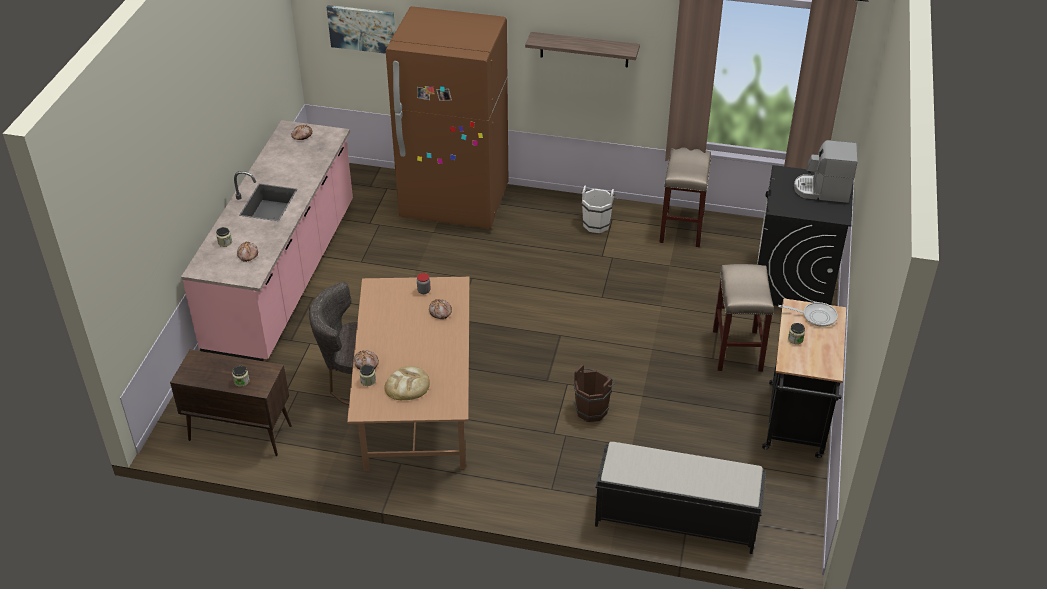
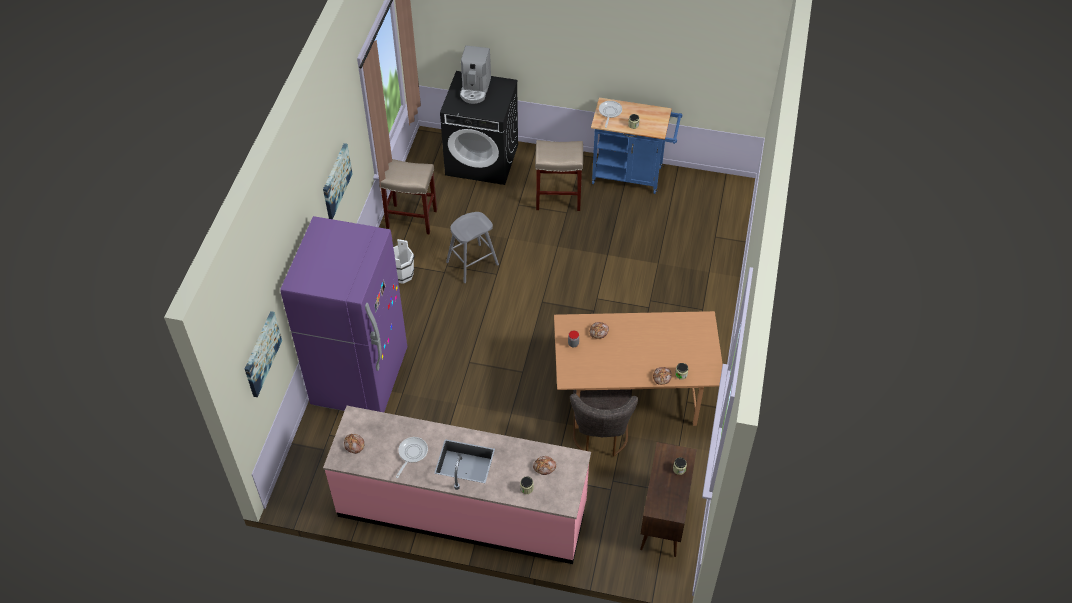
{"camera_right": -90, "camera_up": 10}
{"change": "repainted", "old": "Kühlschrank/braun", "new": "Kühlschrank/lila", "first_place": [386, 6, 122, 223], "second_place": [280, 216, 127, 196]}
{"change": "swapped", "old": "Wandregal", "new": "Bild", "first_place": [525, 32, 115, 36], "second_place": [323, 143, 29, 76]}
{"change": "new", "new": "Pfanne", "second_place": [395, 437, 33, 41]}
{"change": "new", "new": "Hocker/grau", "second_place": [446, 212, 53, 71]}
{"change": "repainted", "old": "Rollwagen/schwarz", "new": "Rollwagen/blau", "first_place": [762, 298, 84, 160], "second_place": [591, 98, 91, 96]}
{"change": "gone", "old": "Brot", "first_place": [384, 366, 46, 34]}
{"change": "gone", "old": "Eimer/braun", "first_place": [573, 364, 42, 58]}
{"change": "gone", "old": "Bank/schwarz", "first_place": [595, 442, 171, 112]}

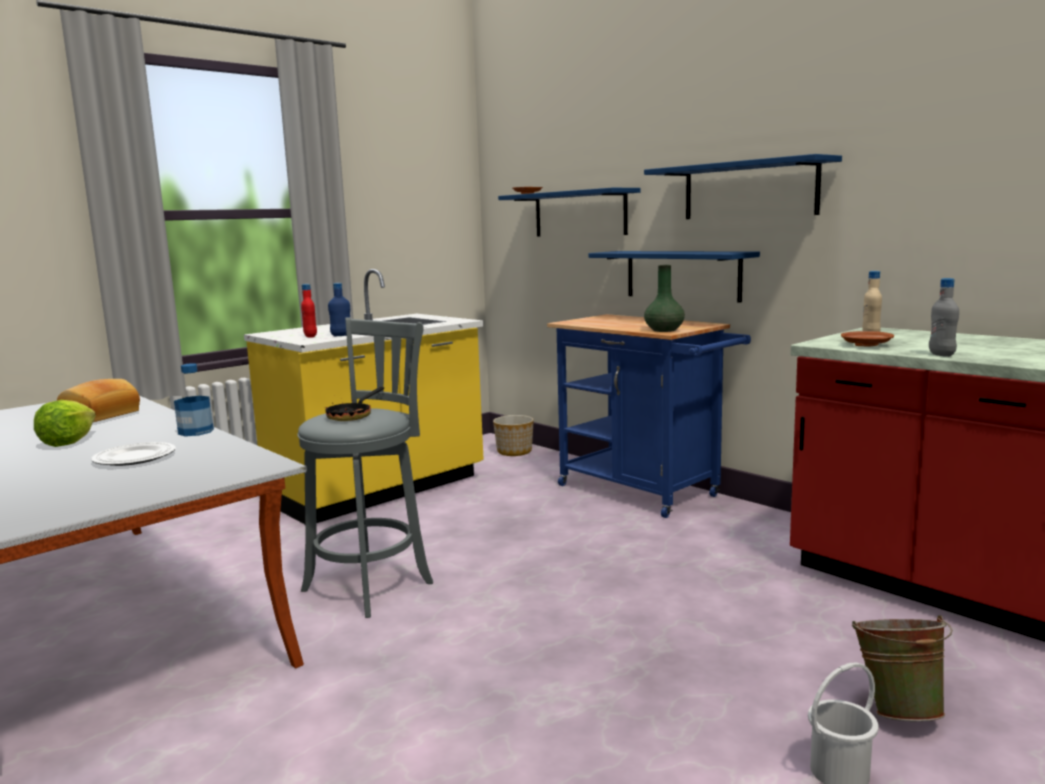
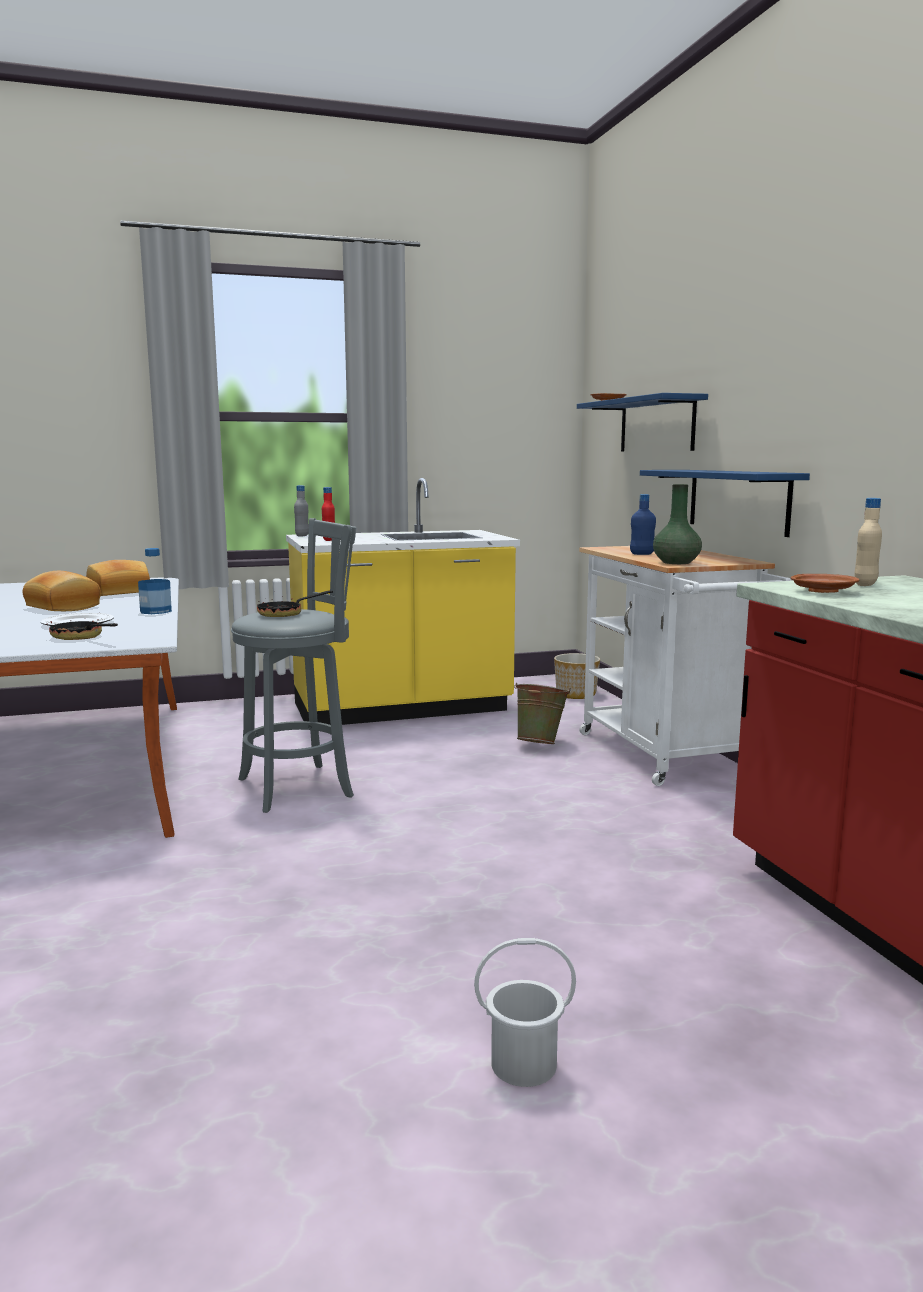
{"camera_right": 25, "camera_up": 0}
{"change": "swapped", "old": "Salatkopf", "new": "Brot", "first_place": [34, 400, 62, 47], "second_place": [23, 571, 78, 40]}
{"change": "new", "new": "Pfanne", "second_place": [49, 618, 69, 22]}
{"change": "shifted", "old": "Flasche/grau", "first_place": [929, 278, 30, 79], "second_place": [294, 485, 15, 52]}
{"change": "shifted", "old": "Eimer/grün", "first_place": [852, 615, 100, 106], "second_place": [514, 683, 57, 61]}
{"change": "repainted", "old": "Rollwagen/blau", "new": "Rollwagen/weiß", "first_place": [547, 314, 204, 204], "second_place": [579, 546, 213, 240]}
{"change": "shifted", "old": "Flasche/blau", "first_place": [328, 283, 22, 53], "second_place": [630, 494, 26, 61]}
{"change": "gone", "old": "Wandregal/blau", "first_place": [644, 154, 198, 65]}

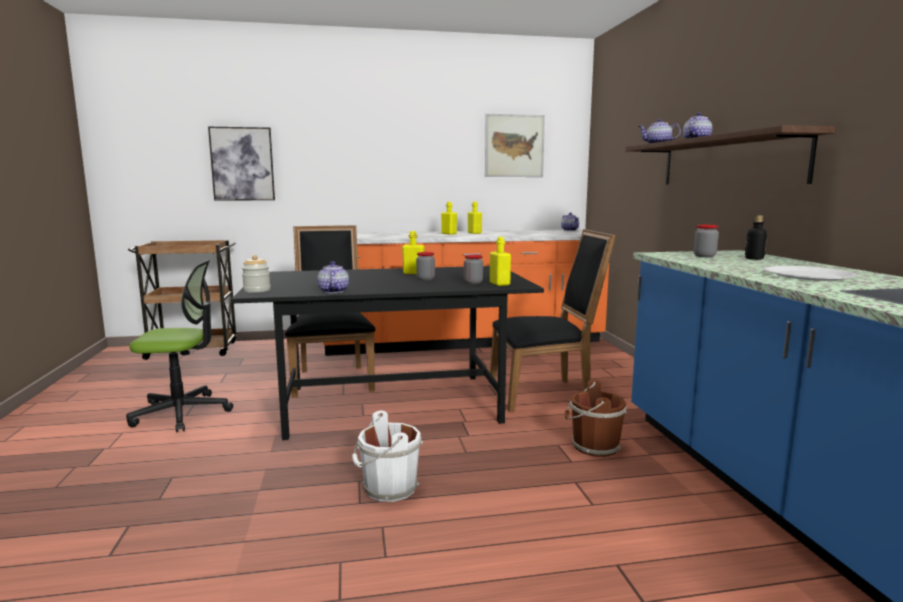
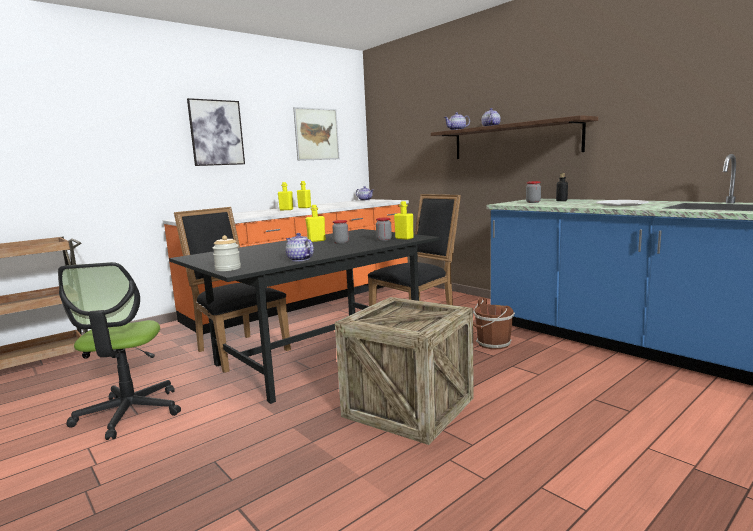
{"camera_right": -30, "camera_up": 0}
{"change": "rotated", "old": "Bürostuhl", "first_place": [126, 260, 107, 172], "second_place": [58, 262, 123, 178], "degrees": 120}
{"change": "shifted", "old": "Bild", "first_place": [208, 127, 67, 74], "second_place": [187, 98, 58, 68]}
{"change": "swapped", "old": "Eimer/weiß", "new": "Kiste", "first_place": [352, 410, 71, 92], "second_place": [335, 297, 139, 148]}

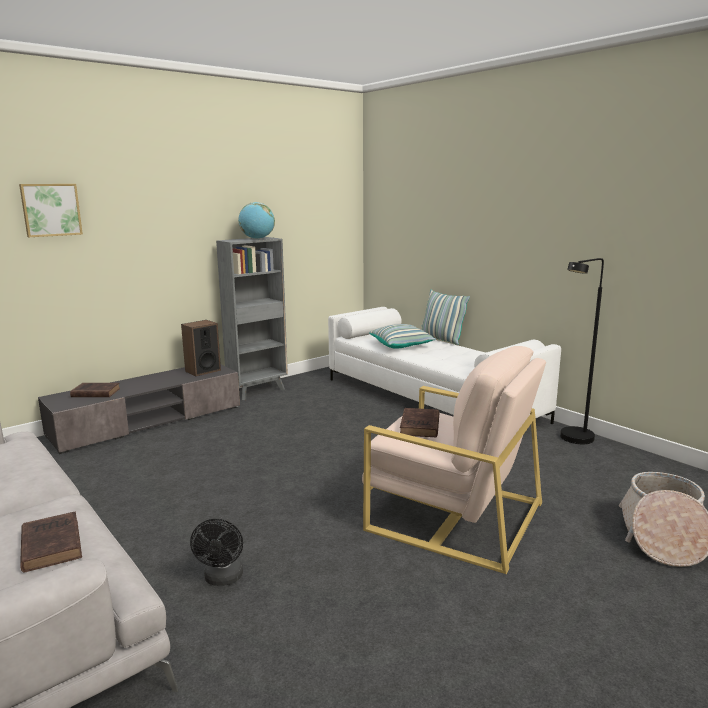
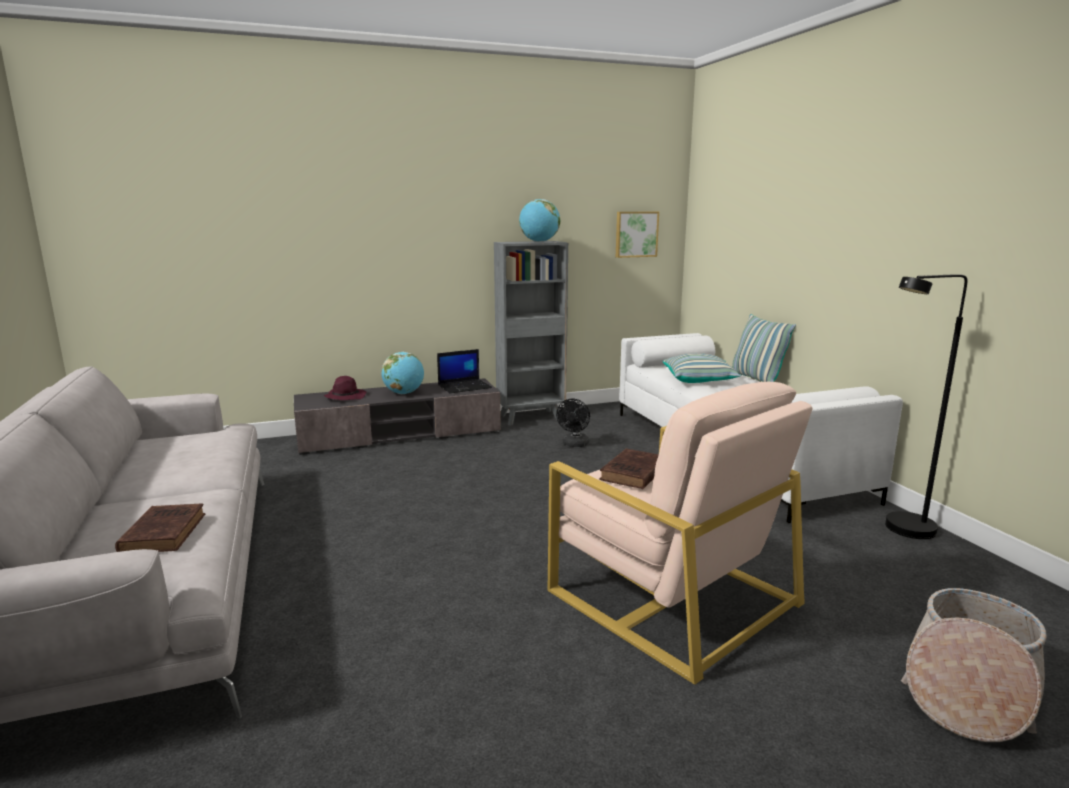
{"camera_right": 20, "camera_up": 0}
{"change": "swapped", "old": "Buch/braun", "new": "Hut/lila", "first_place": [70, 383, 50, 14], "second_place": [324, 376, 42, 24]}
{"change": "new", "new": "Globus", "second_place": [381, 352, 43, 42]}
{"change": "swapped", "old": "Lautsprecher", "new": "Laptop", "first_place": [181, 320, 40, 56], "second_place": [437, 349, 55, 45]}
{"change": "shifted", "old": "Ventilator/schwarz", "first_place": [190, 518, 53, 68], "second_place": [556, 399, 34, 48]}
{"change": "shifted", "old": "Bild", "first_place": [19, 184, 64, 53], "second_place": [616, 212, 43, 46]}

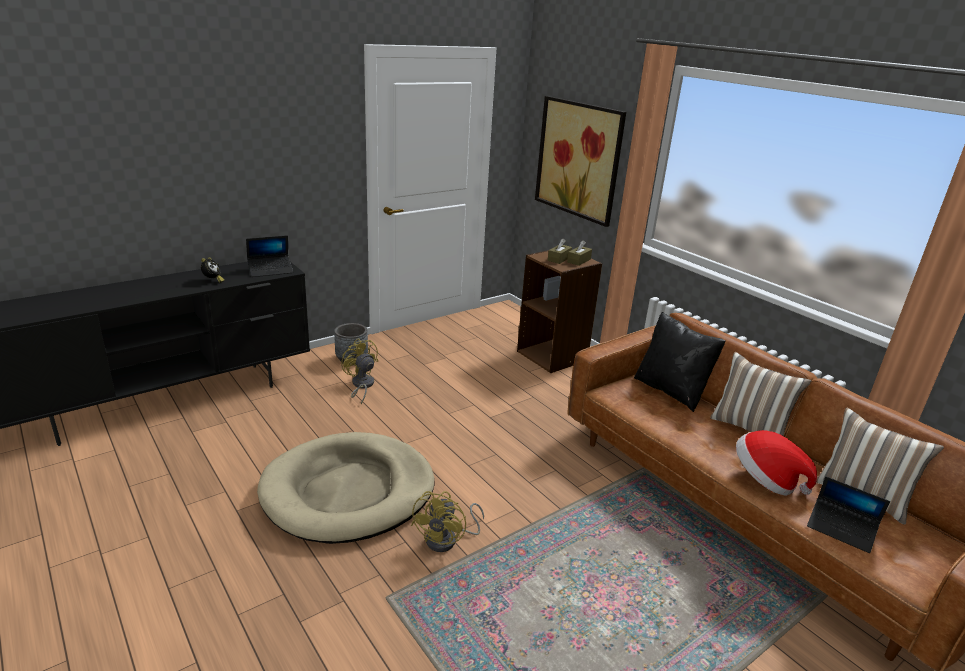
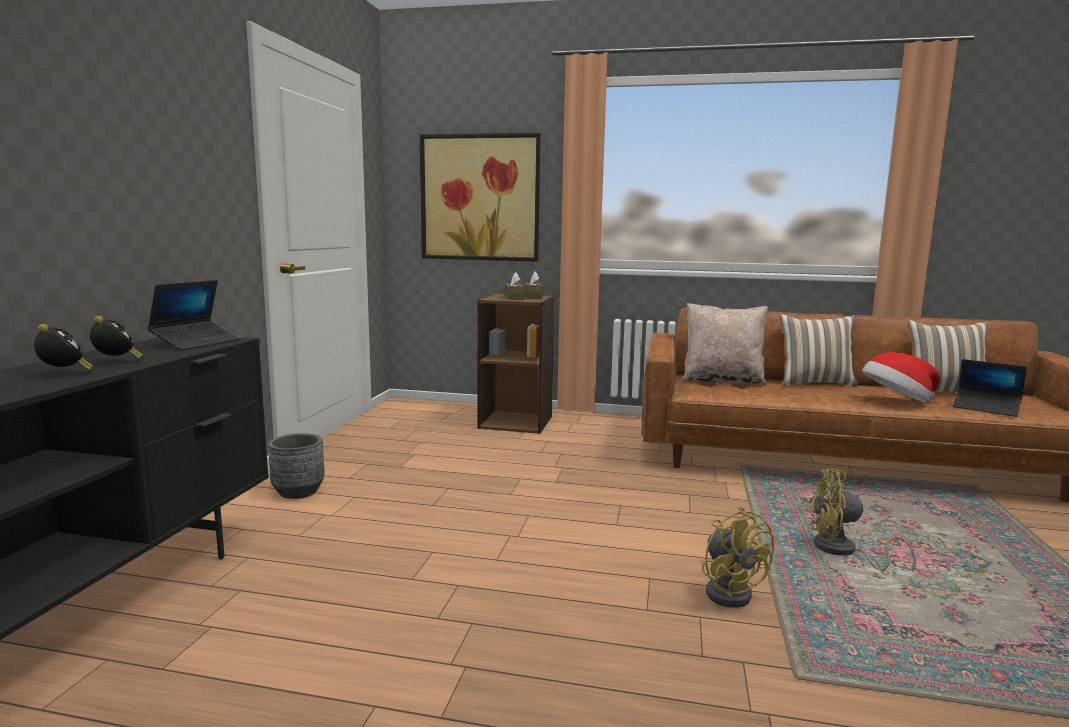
{"camera_right": -40, "camera_up": -15}
{"change": "new", "new": "Wecker", "second_place": [34, 324, 61, 47]}
{"change": "repainted", "old": "Kissen/schwarz", "new": "Kissen/beige", "first_place": [634, 312, 92, 100], "second_place": [682, 303, 86, 83]}
{"change": "shifted", "old": "Ventilator/gelb", "first_place": [341, 338, 37, 67], "second_place": [809, 468, 107, 104]}
{"change": "rotated", "old": "Laptop", "first_place": [807, 476, 83, 77], "second_place": [952, 359, 75, 58], "degrees": 45}
{"change": "gone", "old": "Hundebett/beige", "first_place": [257, 432, 178, 112]}

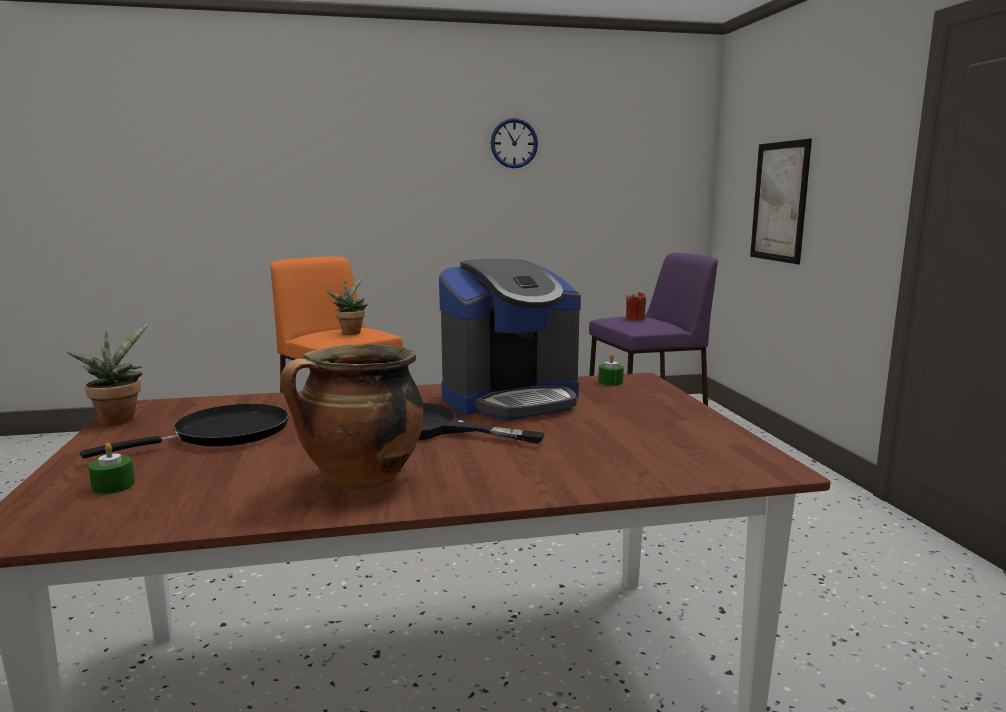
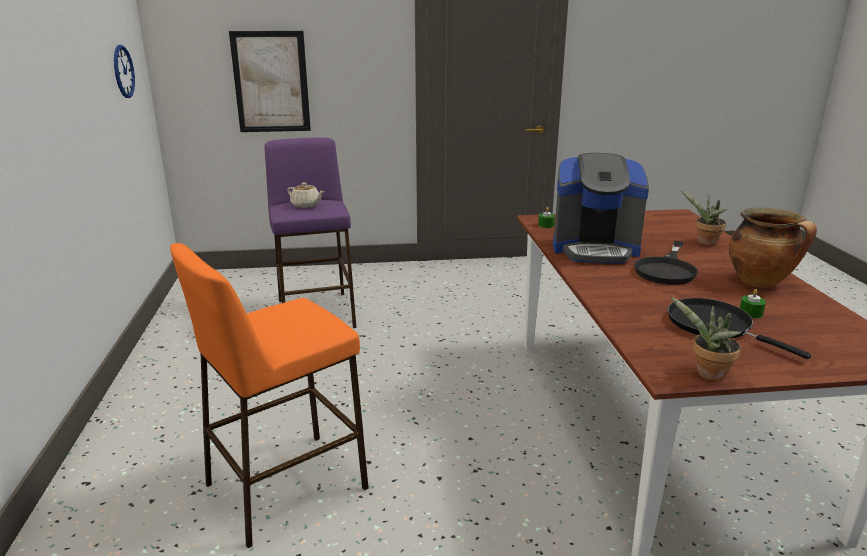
{"camera_right": -85, "camera_up": 10}
{"change": "shifted", "old": "Wanduhr", "first_place": [491, 118, 47, 50], "second_place": [114, 45, 21, 53]}
{"change": "swapped", "old": "Kerze/rot", "new": "Teekanne/beige", "first_place": [626, 291, 20, 30], "second_place": [287, 183, 37, 25]}
{"change": "rotated", "old": "Kaffeemaschine", "first_place": [439, 259, 142, 161], "second_place": [553, 153, 96, 111], "degrees": 120}
{"change": "shifted", "old": "Topfpflanze", "first_place": [327, 277, 41, 58], "second_place": [681, 191, 46, 55]}
{"change": "shifted", "old": "Kerze/grün", "first_place": [88, 443, 47, 51], "second_place": [740, 289, 26, 29]}

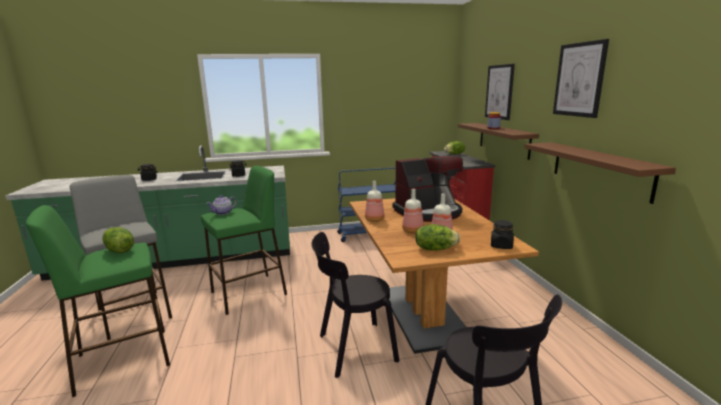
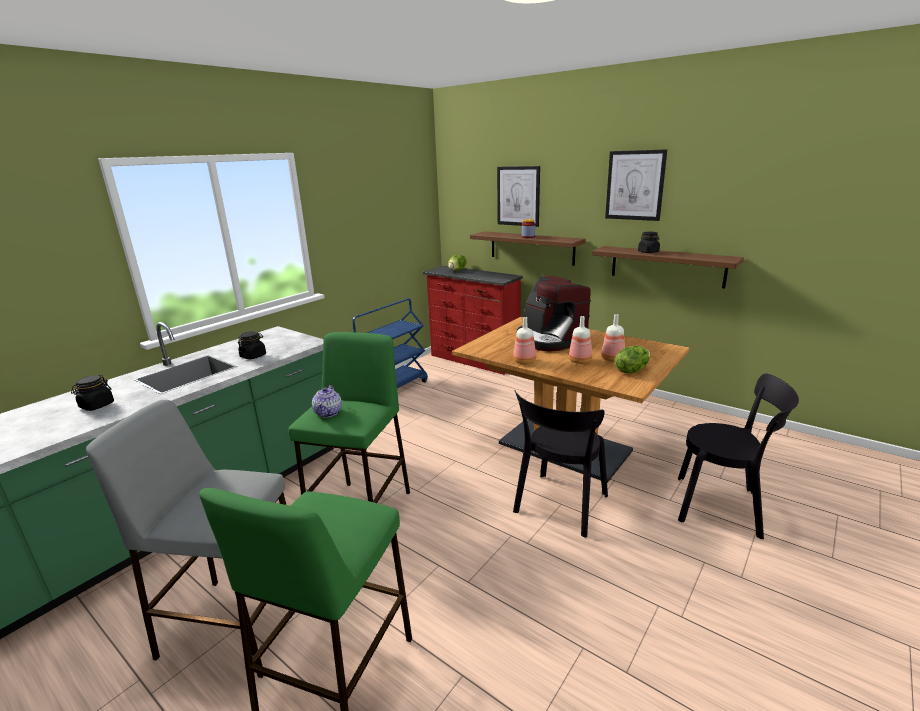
{"camera_right": -40, "camera_up": 5}
{"change": "rotated", "old": "Kaffeemaschine", "first_place": [392, 156, 71, 66], "second_place": [517, 276, 74, 76], "degrees": 120}
{"change": "shifted", "old": "Vorratsglas/schwarz", "first_place": [491, 220, 23, 29], "second_place": [638, 232, 22, 21]}
{"change": "gone", "old": "Salatkopf", "first_place": [102, 227, 32, 26]}

